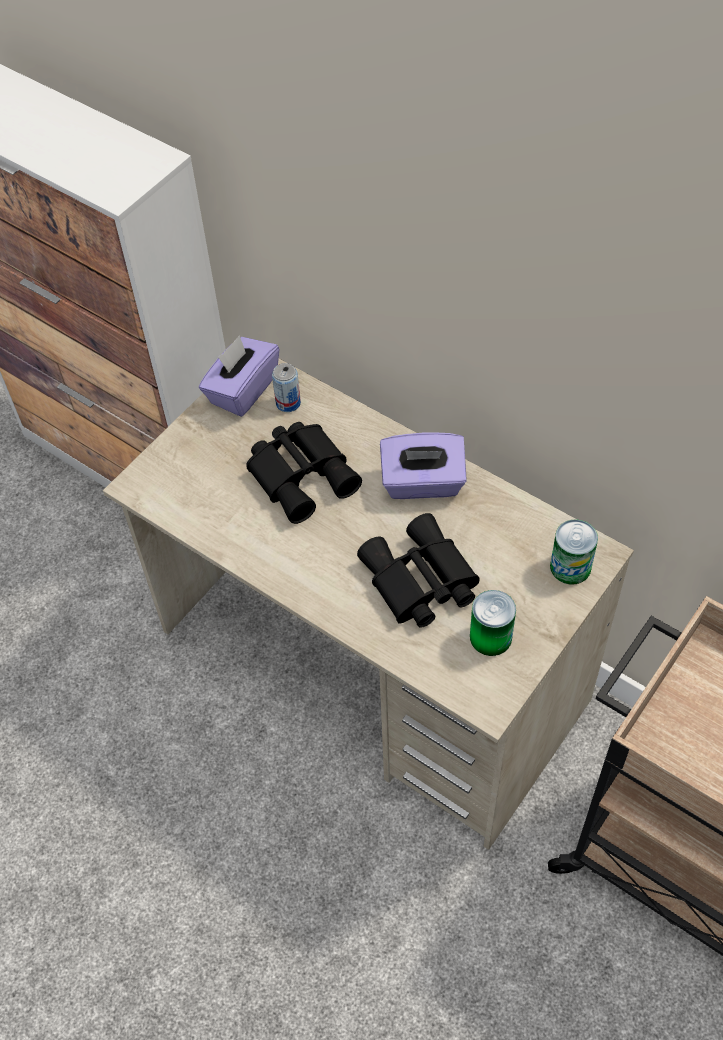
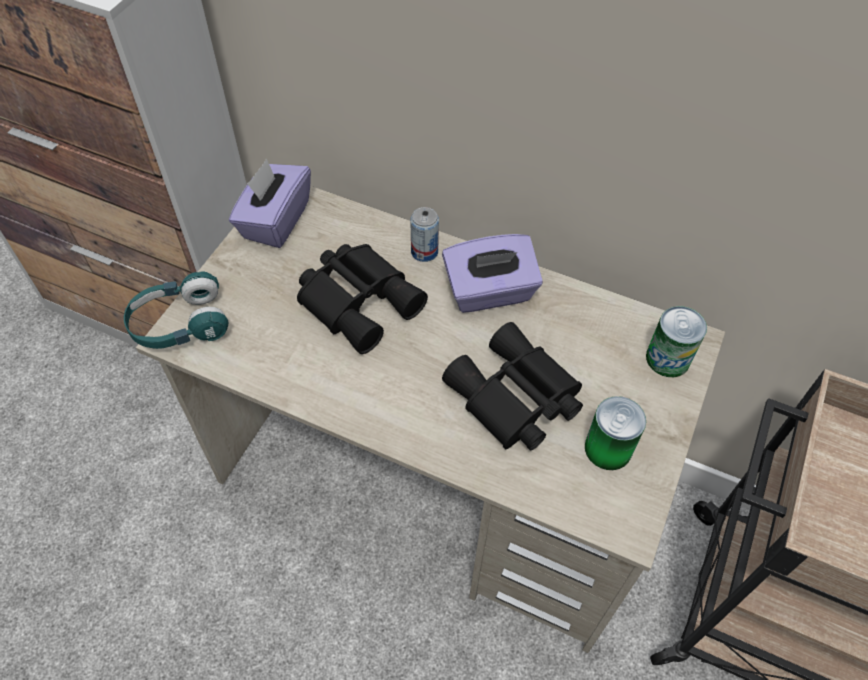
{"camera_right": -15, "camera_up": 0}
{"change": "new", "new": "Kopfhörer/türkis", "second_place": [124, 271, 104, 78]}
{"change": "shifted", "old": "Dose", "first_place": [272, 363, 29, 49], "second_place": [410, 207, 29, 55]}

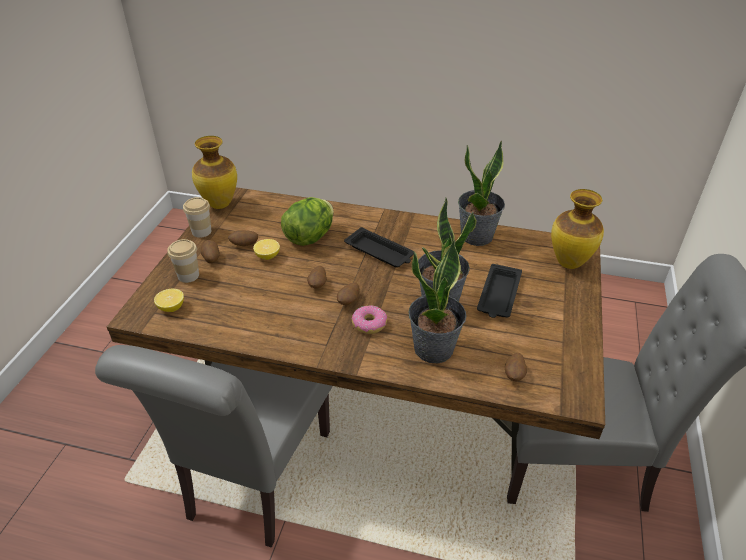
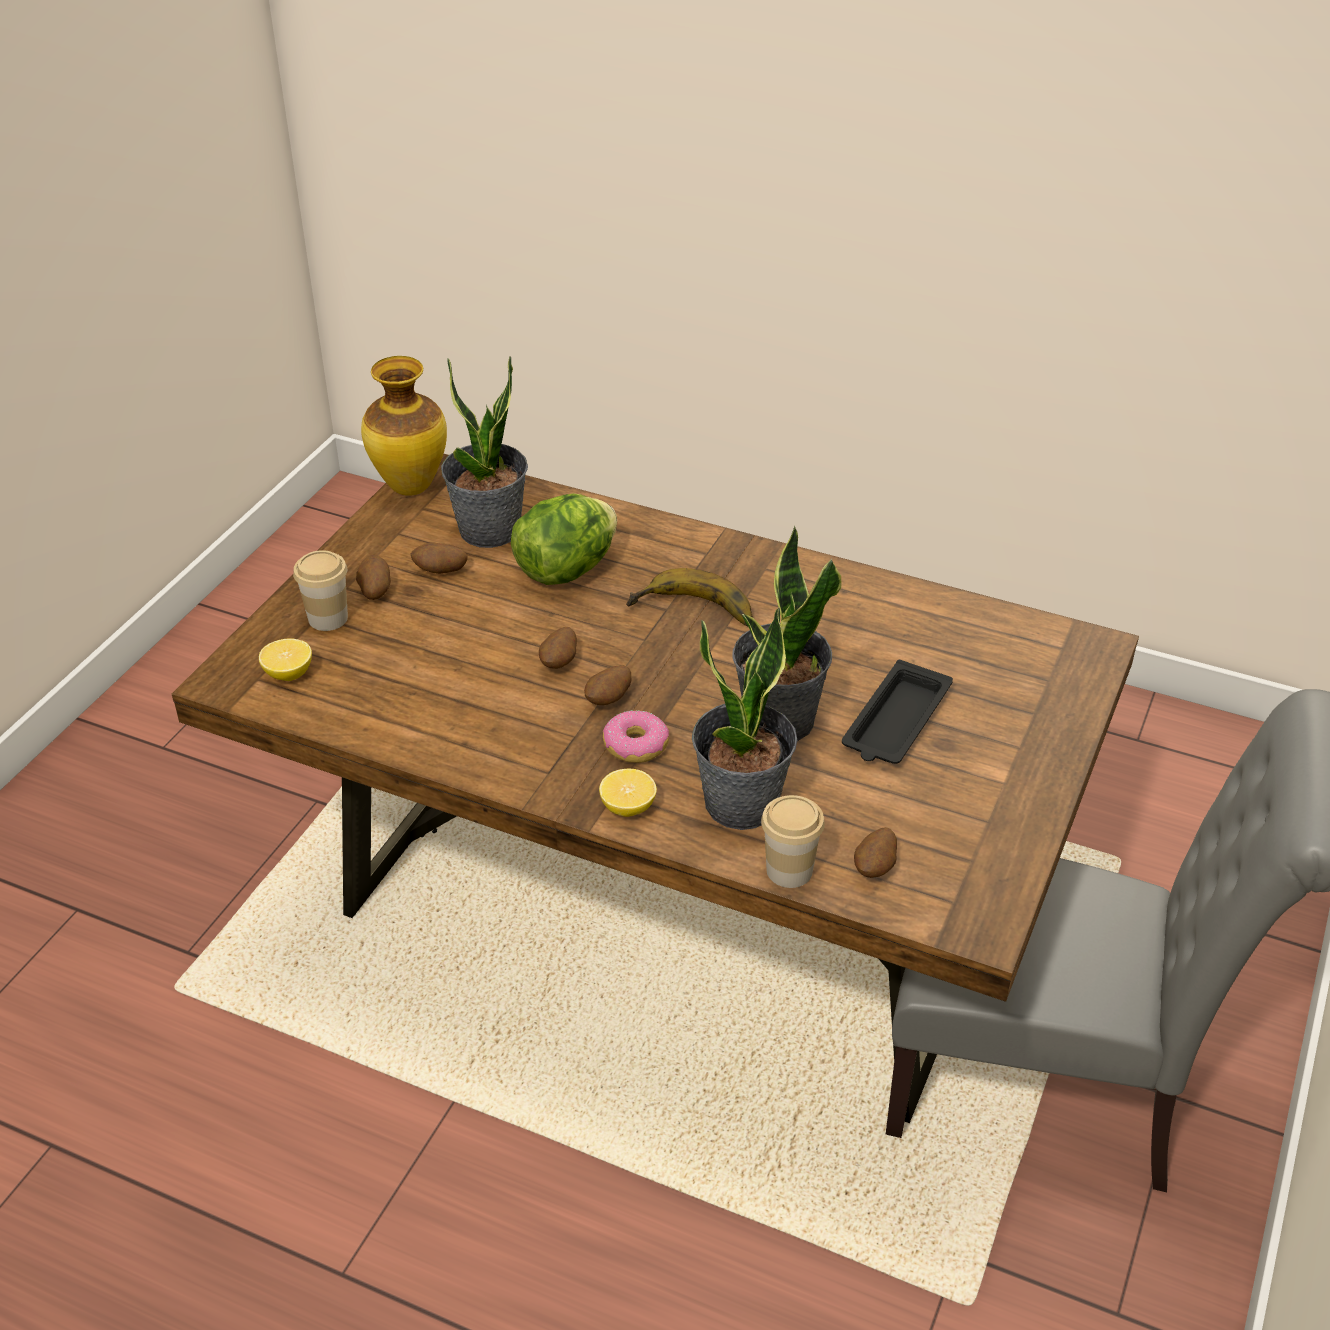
{"camera_right": 10, "camera_up": 0}
{"change": "shifted", "old": "Topfpflanze", "first_place": [458, 140, 47, 106], "second_place": [441, 356, 87, 192]}
{"change": "shifted", "old": "Zitrone", "first_place": [253, 239, 27, 21], "second_place": [599, 769, 58, 48]}
{"change": "swapped", "old": "Tablett/schwarz", "new": "Banane", "first_place": [344, 227, 70, 40], "second_place": [626, 568, 127, 59]}
{"change": "shifted", "old": "Tasse", "first_place": [183, 197, 29, 41], "second_place": [761, 795, 64, 93]}
{"change": "gone", "old": "Stuhl/grau", "first_place": [95, 345, 237, 203]}
{"change": "gone", "old": "Vase", "first_place": [551, 189, 53, 80]}

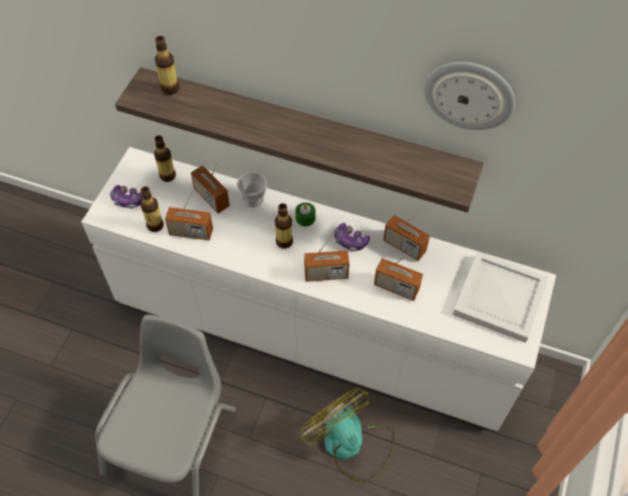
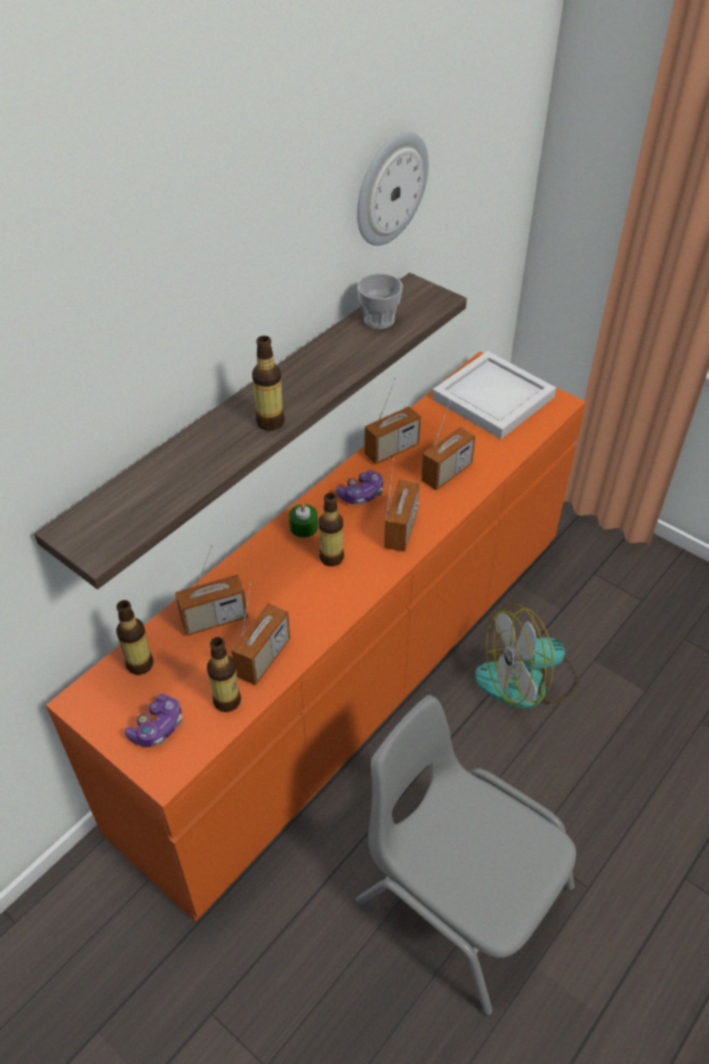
{"camera_right": -70, "camera_up": -10}
{"change": "repainted", "old": "Kommode/weiß", "new": "Kommode/orange", "first_place": [81, 147, 475, 284], "second_place": [46, 352, 540, 570]}
{"change": "shifted", "old": "Flasche", "first_place": [155, 36, 24, 59], "second_place": [252, 336, 33, 94]}
{"change": "shifted", "old": "Tasse", "first_place": [237, 172, 30, 36], "second_place": [357, 273, 46, 56]}

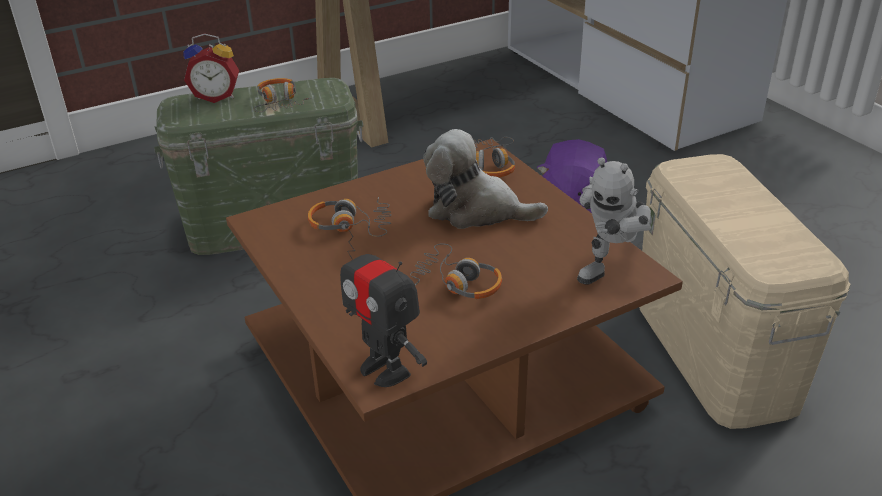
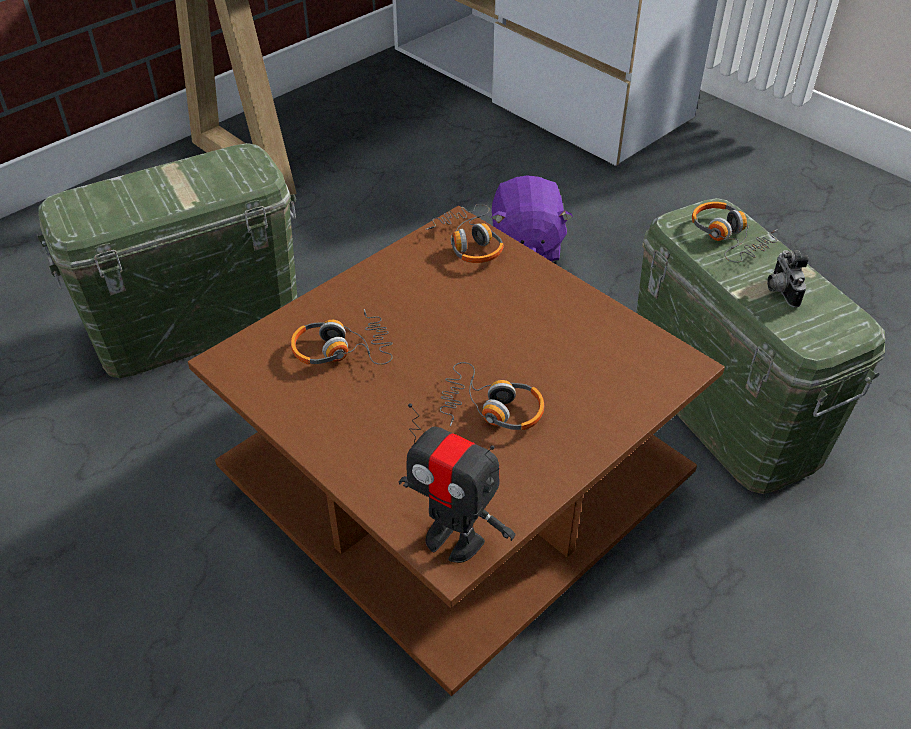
{"camera_right": -15, "camera_up": 10}
{"change": "repainted", "old": "Aufbewahrungsbox/beige", "new": "Aufbewahrungsbox/grün", "first_place": [639, 154, 211, 275], "second_place": [636, 198, 249, 296]}
{"change": "shifted", "old": "Kopfhörer", "first_place": [254, 78, 58, 34], "second_place": [692, 202, 86, 60]}
{"change": "new", "new": "Kamera", "second_place": [767, 250, 42, 58]}
{"change": "gone", "old": "Wecker", "first_place": [183, 33, 56, 70]}
{"change": "gone", "old": "Plüschtier", "first_place": [423, 129, 125, 100]}
{"change": "gone", "old": "Spielzeugroboter", "first_place": [577, 157, 74, 128]}

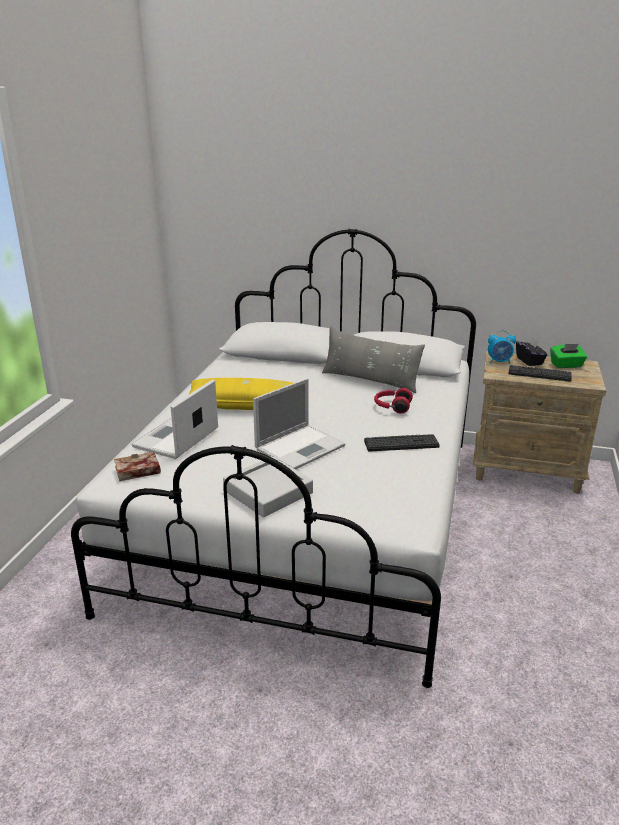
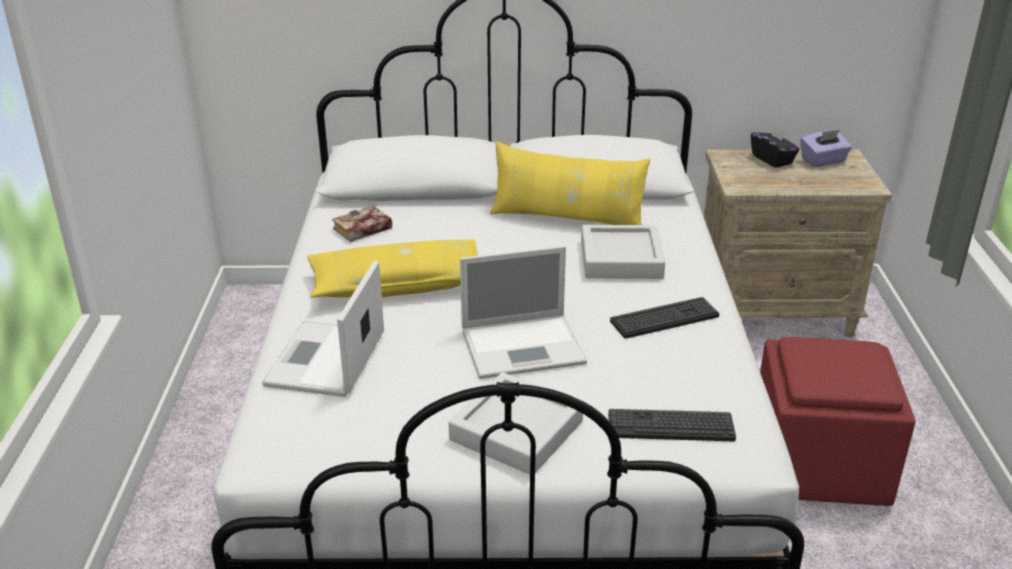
{"camera_right": -15, "camera_up": 5}
{"change": "shifted", "old": "Buch", "first_place": [114, 452, 47, 29], "second_place": [332, 206, 60, 36]}
{"change": "rotated", "old": "Laptop", "first_place": [253, 378, 92, 92], "second_place": [460, 246, 127, 133], "degrees": 45}
{"change": "repainted", "old": "Kissen/grau", "new": "Kissen/gelb", "first_place": [322, 326, 103, 67], "second_place": [490, 141, 160, 84]}
{"change": "swapped", "old": "Kopfhörer/rot", "new": "Tablett/grau", "first_place": [374, 388, 39, 26], "second_place": [581, 225, 84, 54]}
{"change": "shifted", "old": "Tastatur", "first_place": [508, 365, 64, 17], "second_place": [608, 409, 128, 32]}
{"change": "new", "new": "Polsterhocker/rot", "second_place": [760, 337, 155, 169]}
{"change": "repainted", "old": "Taschentuchbox/grün", "new": "Taschentuchbox/lila", "first_place": [550, 344, 37, 24], "second_place": [800, 130, 52, 37]}
{"change": "gone", "old": "Wecker", "first_place": [488, 330, 28, 34]}

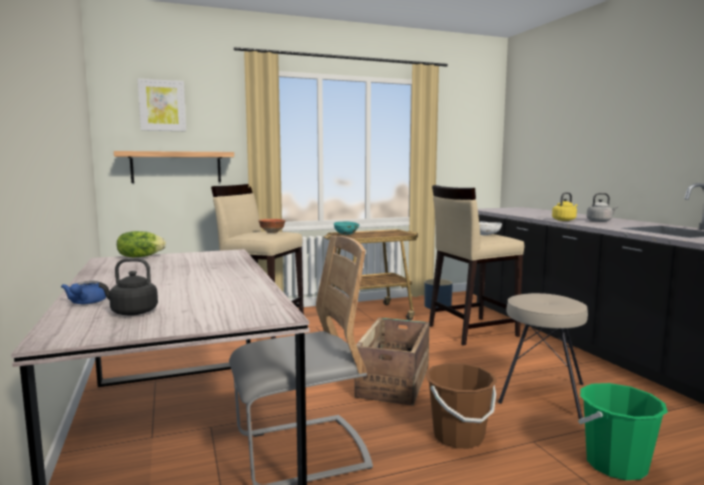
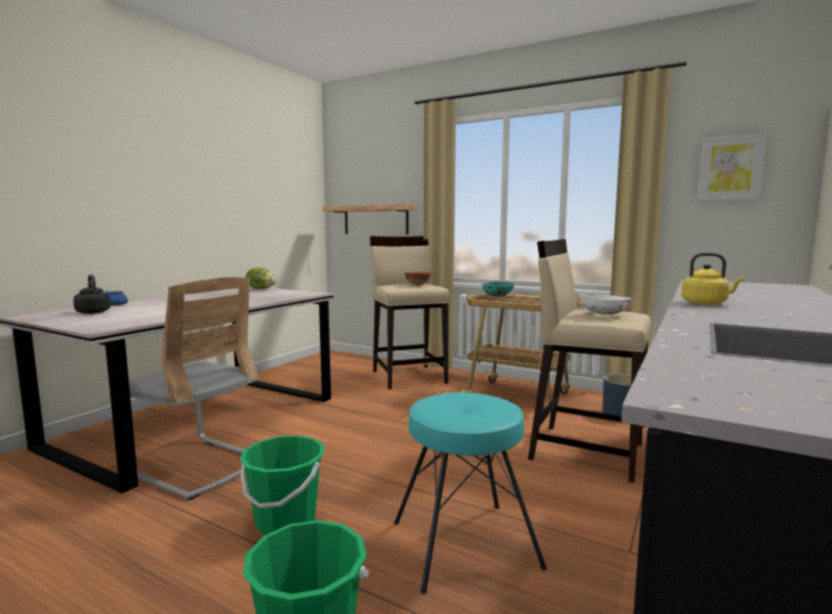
{"camera_right": 50, "camera_up": 0}
{"change": "repainted", "old": "Eimer/braun", "new": "Eimer/grün", "first_place": [425, 363, 72, 85], "second_place": [239, 435, 86, 100]}
{"change": "repainted", "old": "Hocker/beige", "new": "Hocker/türkis", "first_place": [498, 293, 90, 126], "second_place": [394, 392, 153, 202]}
{"change": "shifted", "old": "Bild", "first_place": [138, 79, 48, 52], "second_place": [697, 133, 70, 68]}
{"change": "gone", "old": "Kiste", "first_place": [354, 318, 76, 88]}
{"change": "gone", "old": "Wasserkessel/grau", "first_place": [587, 193, 31, 29]}

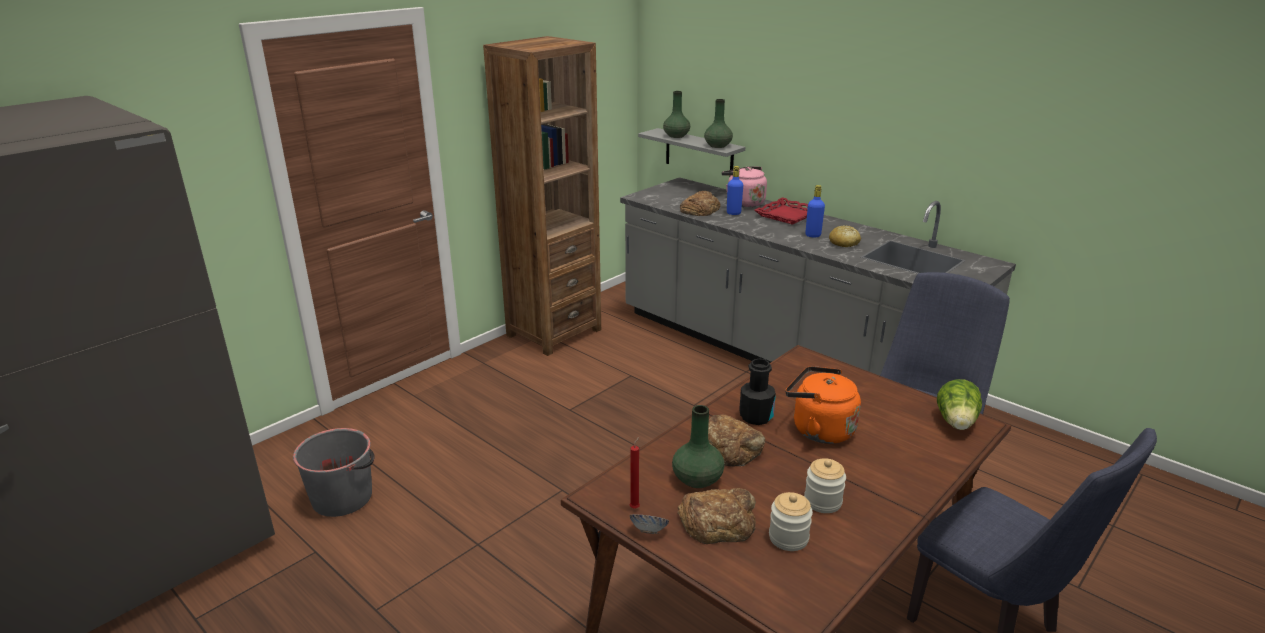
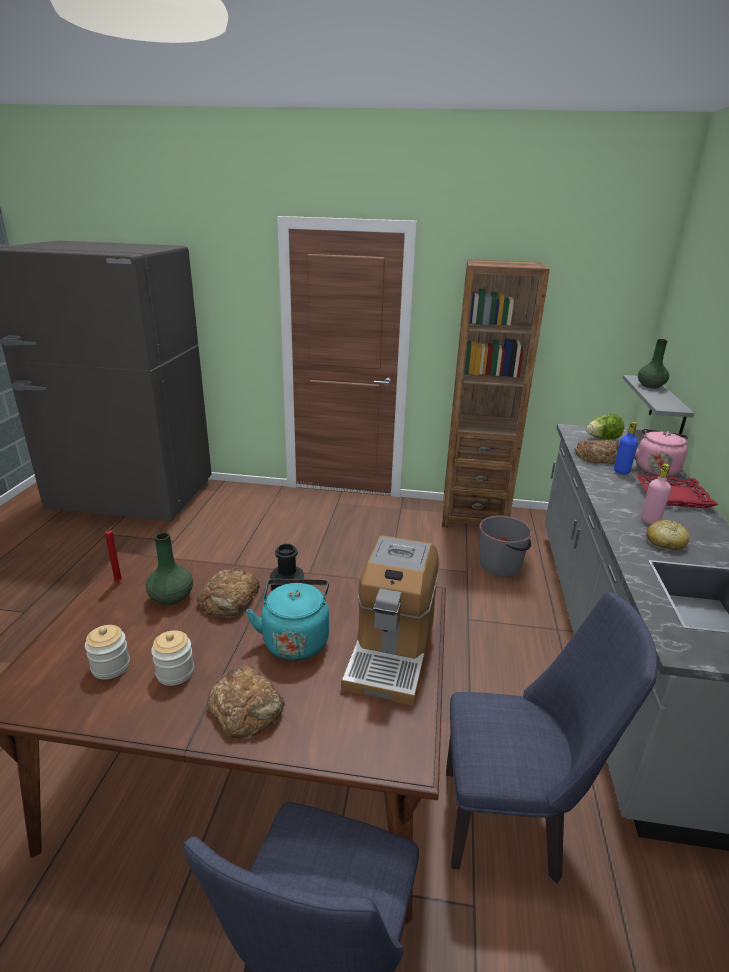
{"camera_right": 55, "camera_up": 0}
{"change": "shifted", "old": "Brot", "first_place": [678, 488, 78, 56], "second_place": [207, 665, 78, 73]}
{"change": "repainted", "old": "Wasserkessel/orange", "new": "Wasserkessel/türkis", "first_place": [786, 366, 75, 78], "second_place": [246, 579, 83, 82]}
{"change": "new", "new": "Kaffeemaschine", "second_place": [341, 535, 98, 171]}
{"change": "shifted", "old": "Eimer/grau", "first_place": [293, 428, 82, 89], "second_place": [480, 515, 52, 61]}
{"change": "shifted", "old": "Salatkopf", "first_place": [937, 379, 45, 51], "second_place": [586, 414, 38, 25]}
{"change": "repainted", "old": "Flasche/blau", "new": "Flasche/rosa", "first_place": [805, 185, 20, 52], "second_place": [641, 464, 30, 60]}
{"change": "gone", "old": "Schüssel", "first_place": [630, 514, 39, 20]}
{"change": "gone", "old": "Vase/grün", "first_place": [704, 99, 29, 49]}

